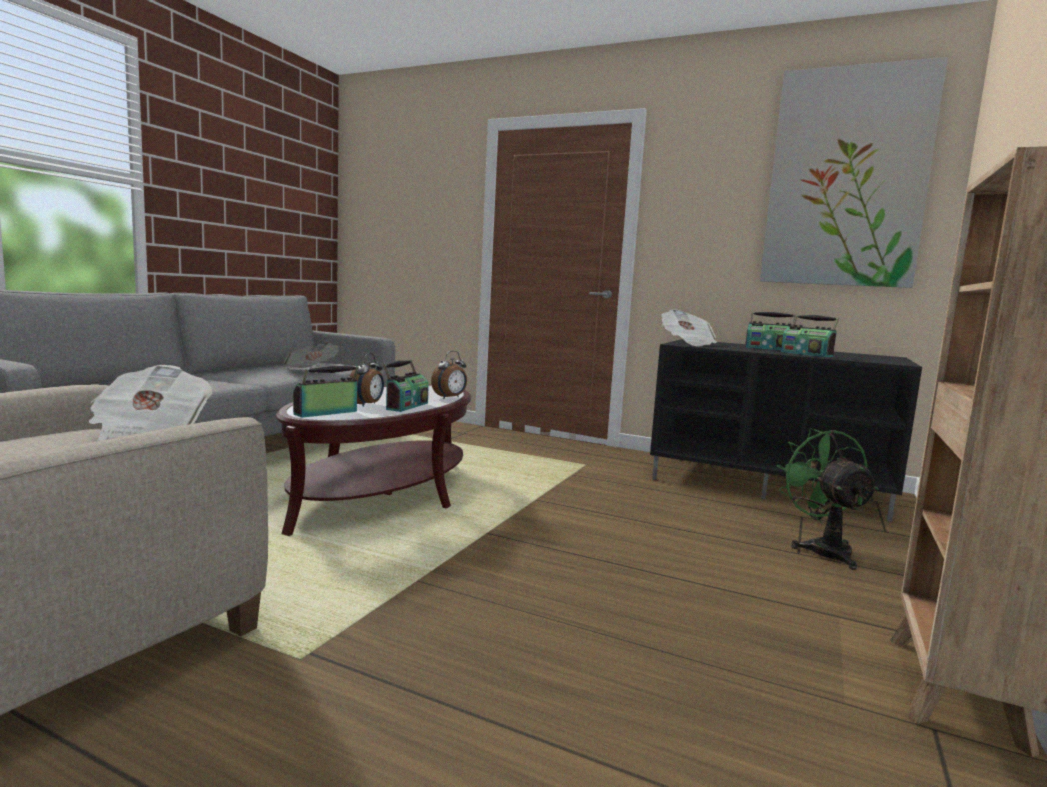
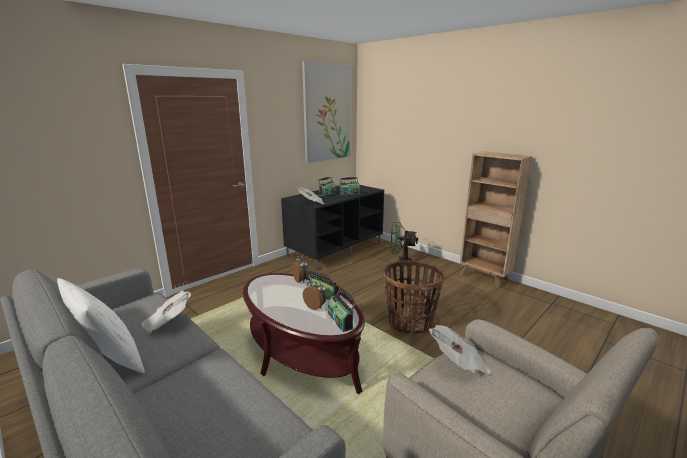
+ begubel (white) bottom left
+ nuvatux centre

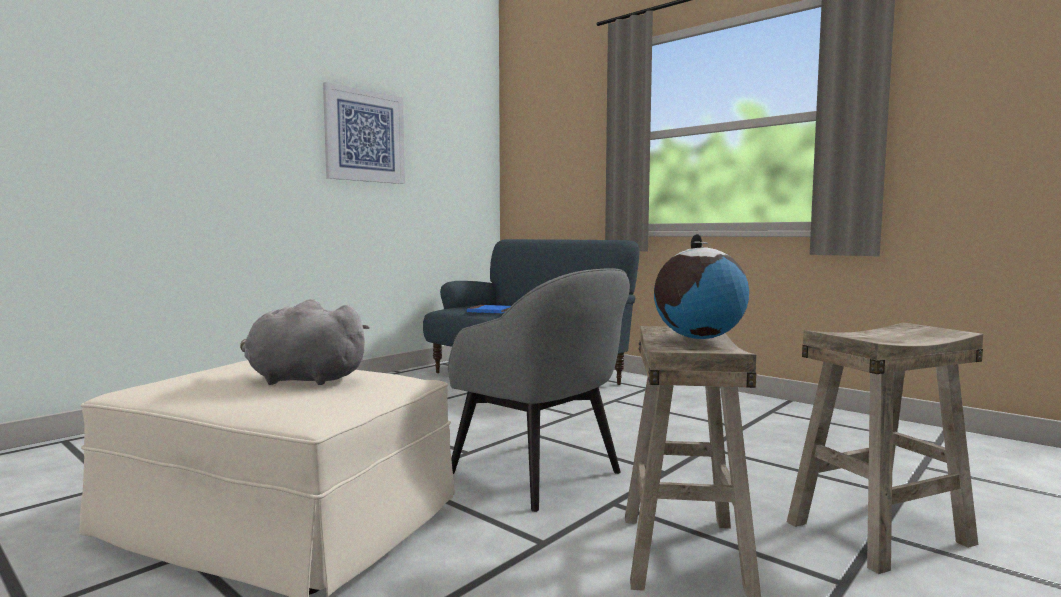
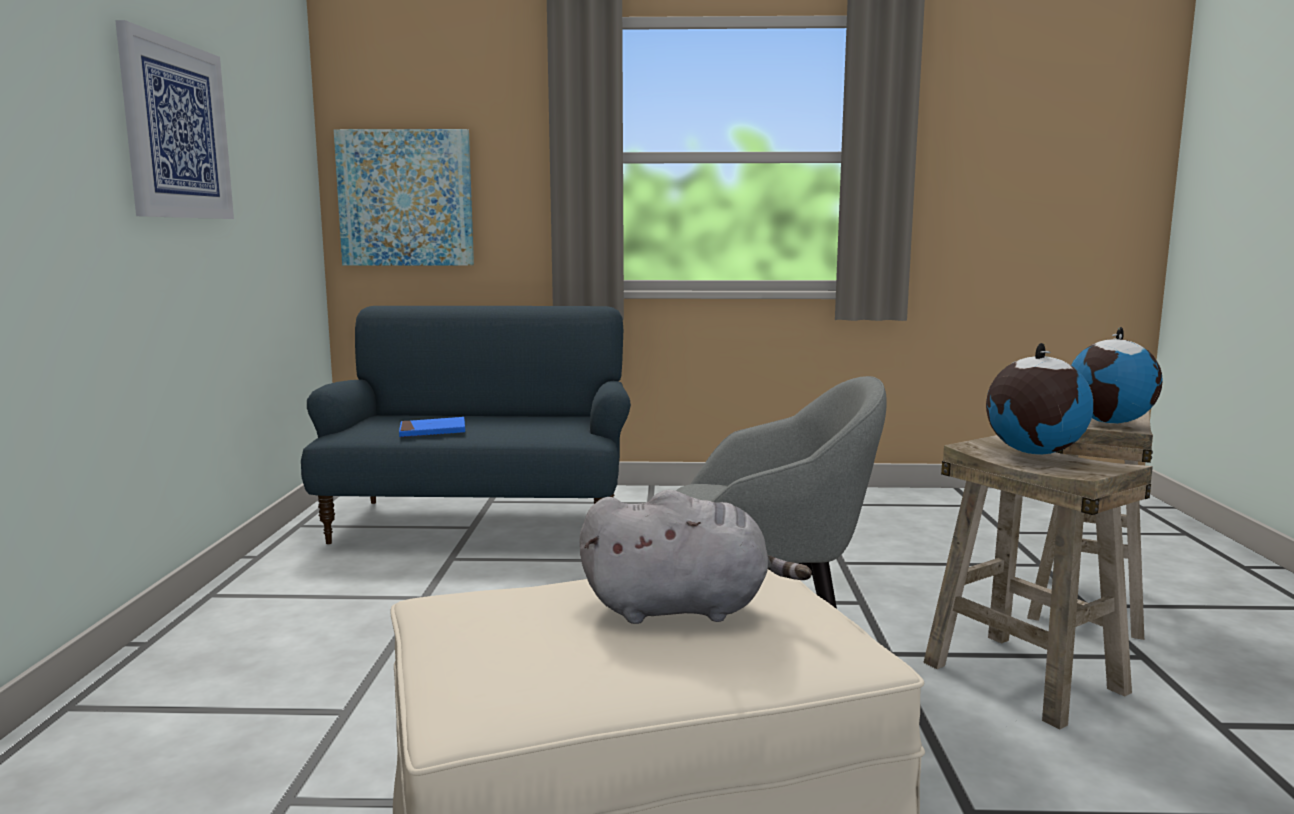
~ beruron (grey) middle left = bottom centre 150 degrees counterclockwise
+ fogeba (2nd from left) top left
+ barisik (2nd from left) middle right

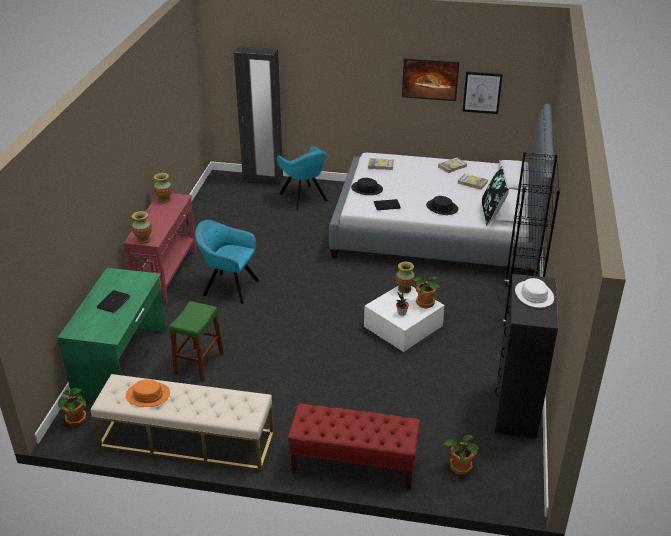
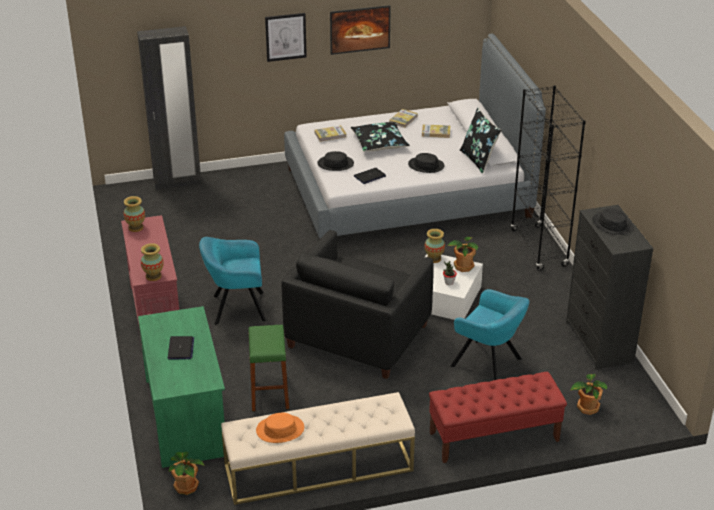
~ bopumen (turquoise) (2nd from left) top centre to middle right
~ fogeba (2nd from left in the first image) top right to fogeba (1st from left) top centre
~ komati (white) middle right to komati (black) (3rd from left) middle right
+ bopumen (black) centre
+ begubel (black) (1st from left) top centre

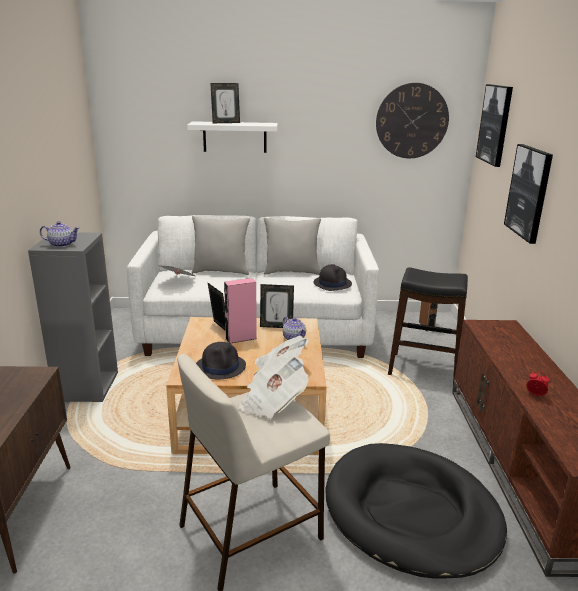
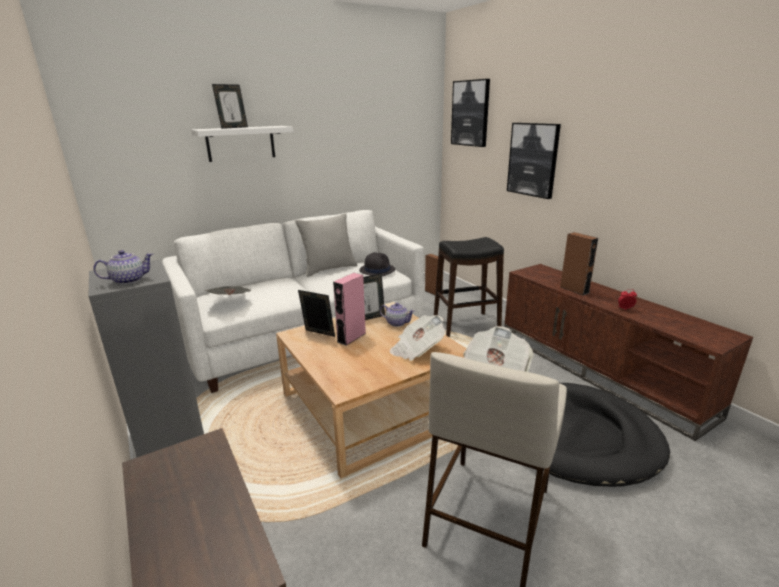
- begubel (grey) (1st from left) centre
- komati (black) (1st from left) centre
- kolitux top right
+ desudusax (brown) (2nd from left) middle right

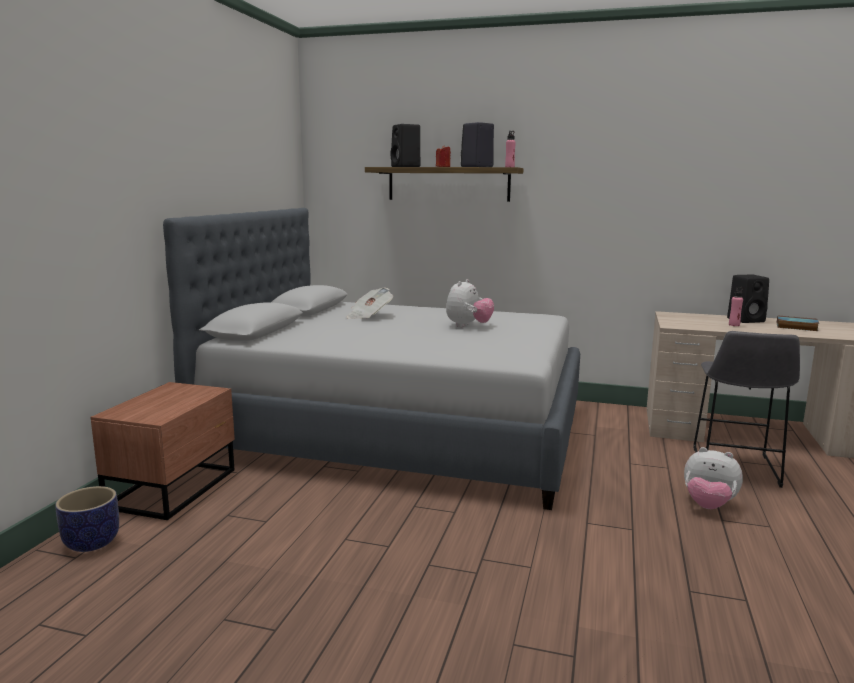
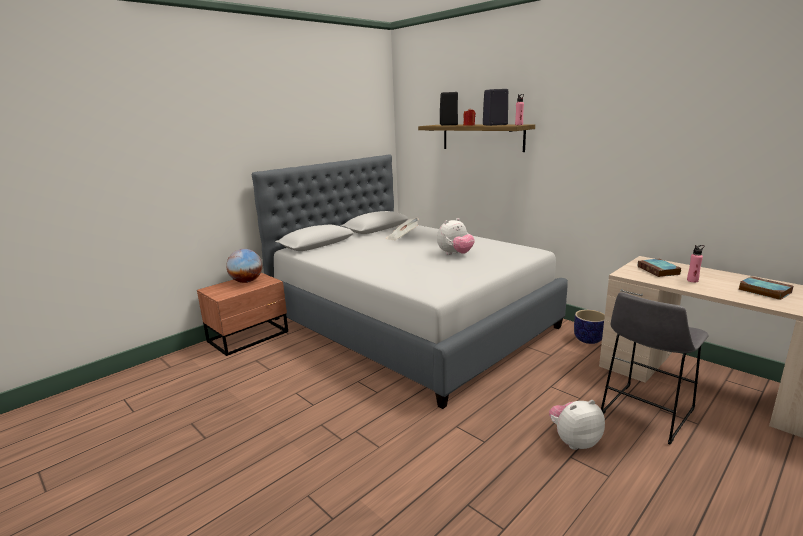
~ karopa bottom left to middle right
~ beruron (2nd from left) bottom right = bottom right 105 degrees clockwise
- desudusax (black) (3rd from left) middle right
+ barisik middle left
+ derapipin (1st from left) middle right

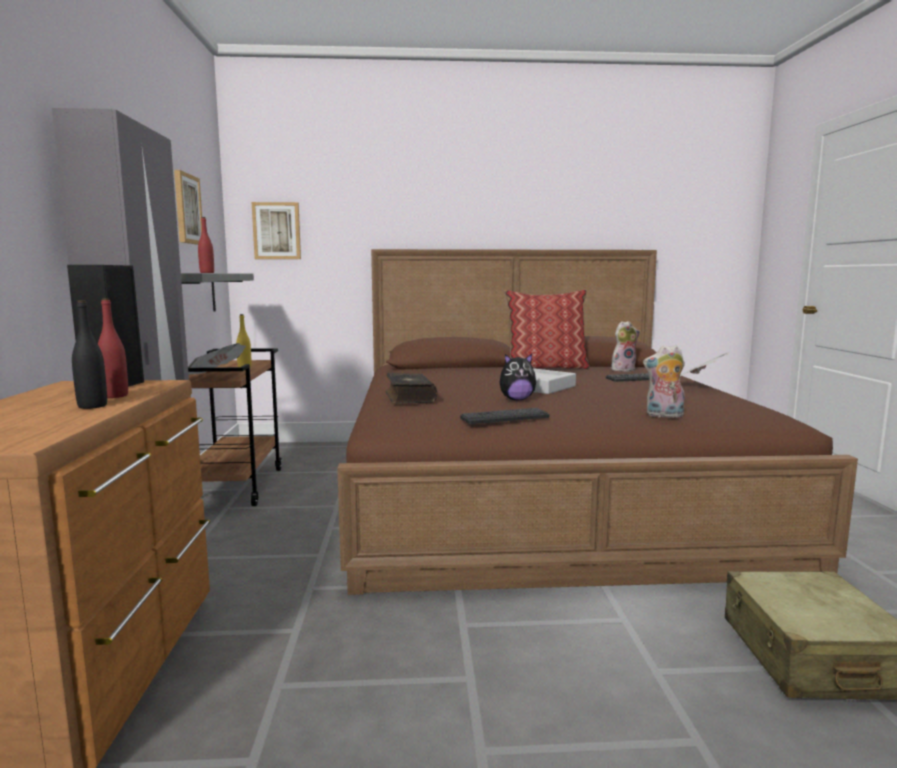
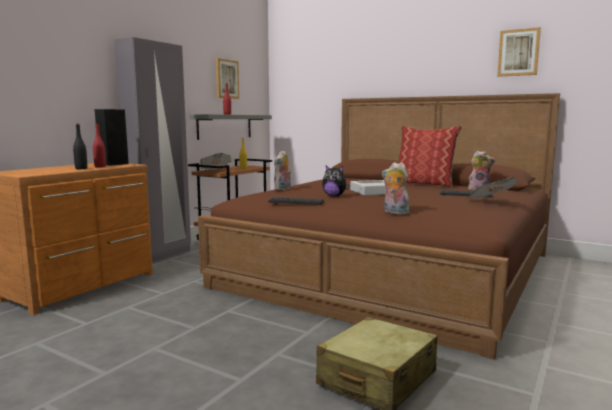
~ fogeba (2nd from left) top left to top right
~ derapipin centre to beruron (1st from left) centre

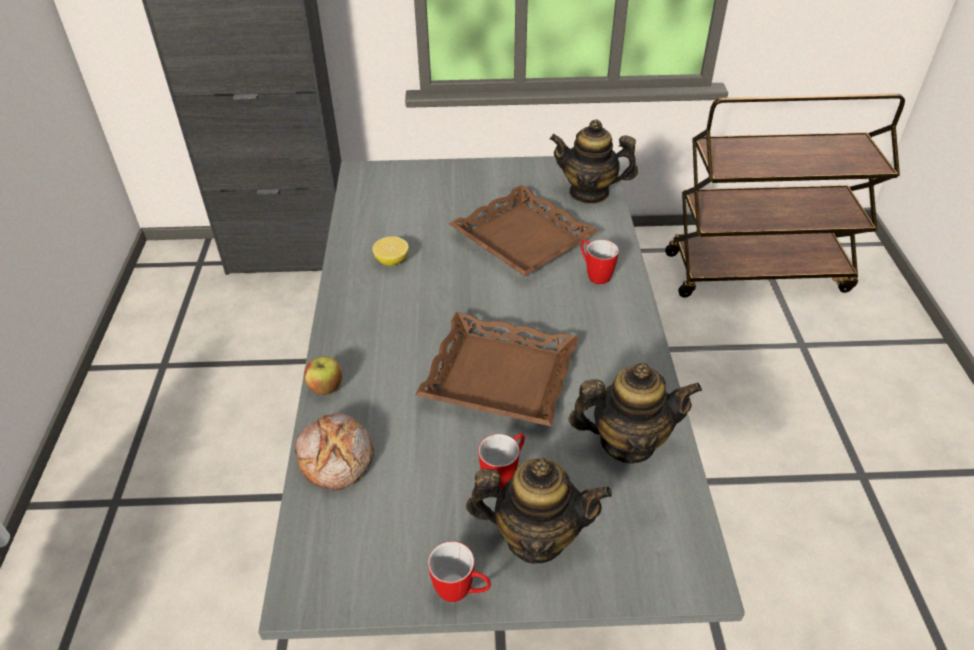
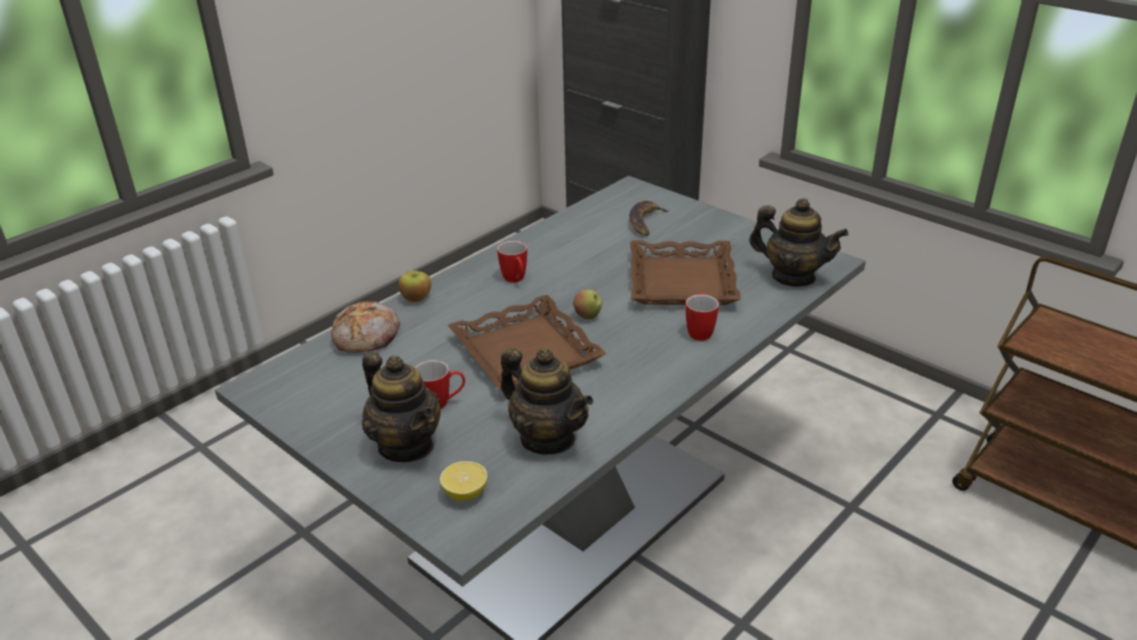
~ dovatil centre to bottom centre
~ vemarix (1st from left in the first image) bottom centre to vemarix (2nd from left) centre
~ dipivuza (2nd from left in the first image) top centre = middle right 150 degrees clockwise
+ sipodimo (2nd from left) centre
+ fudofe centre

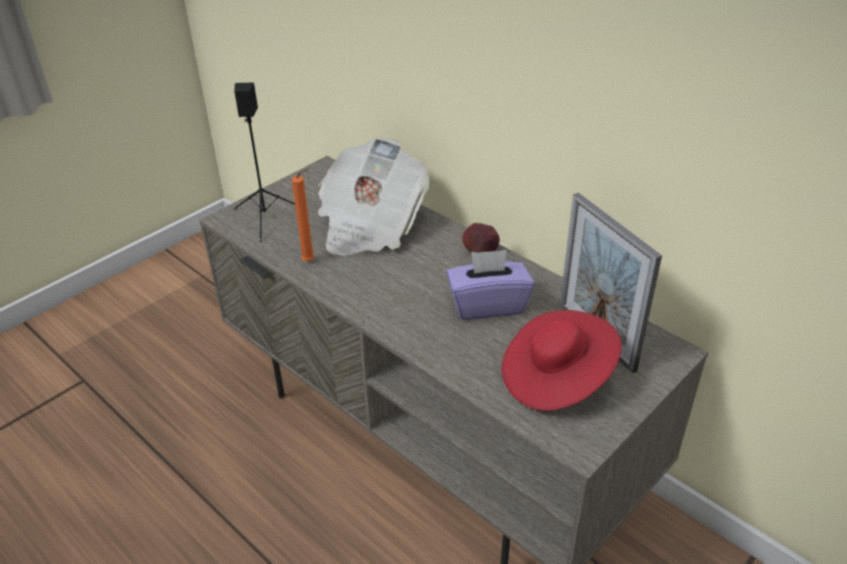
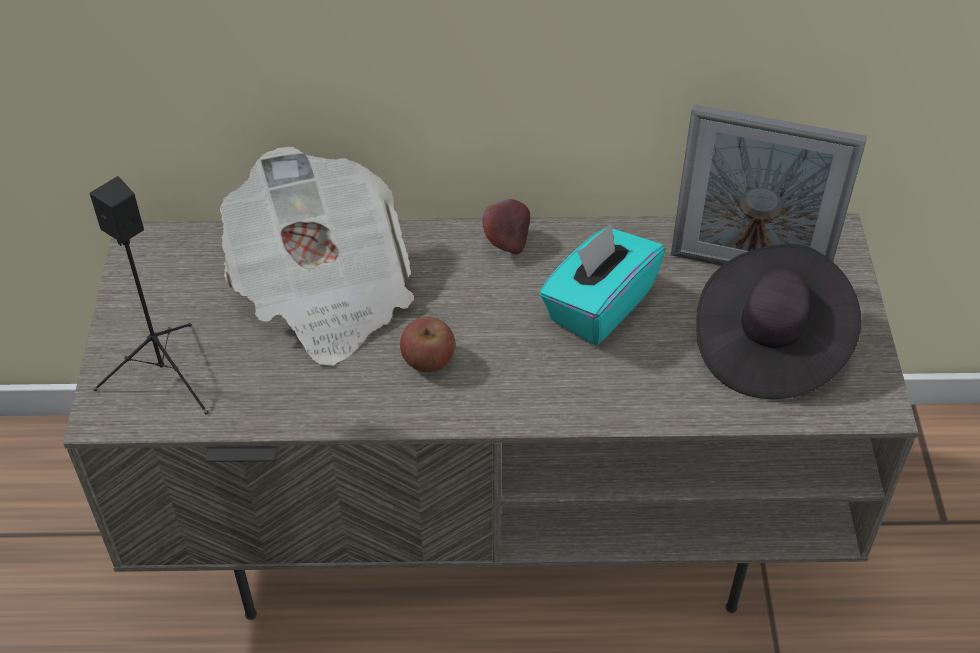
- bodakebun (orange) centre
~ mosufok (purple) centre to mosufok (turquoise) centre
~ komati (red) centre to komati (black) middle right
+ sipodimo (1st from left) centre

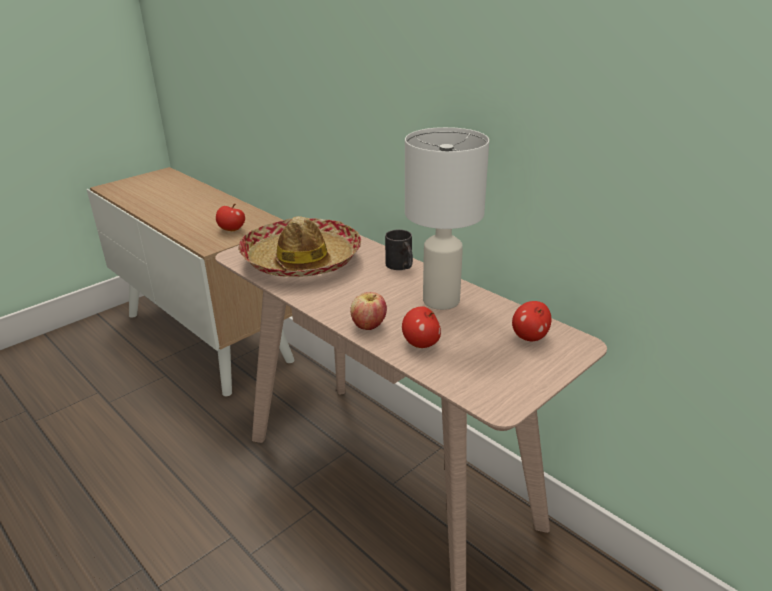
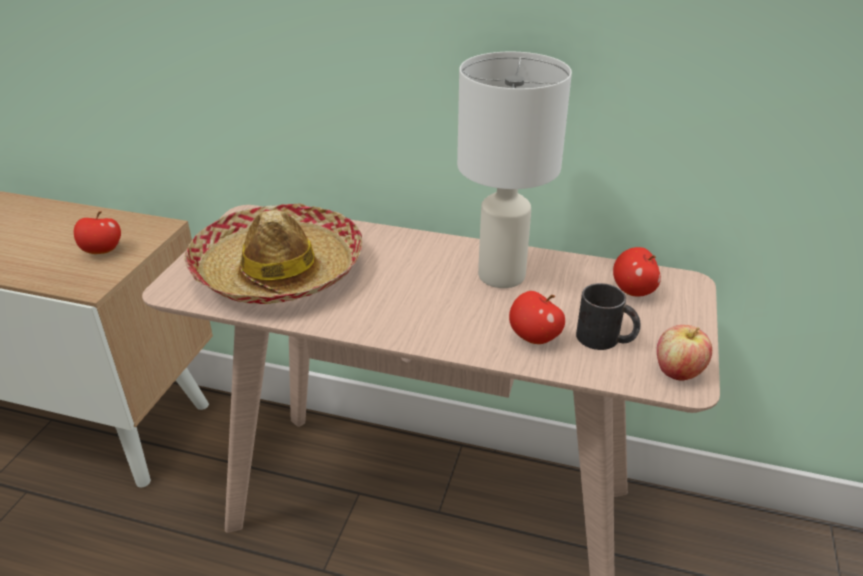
~ sipodimo (2nd from left in the first image) centre to sipodimo (4th from left) middle right
~ vemarix (black) centre to middle right

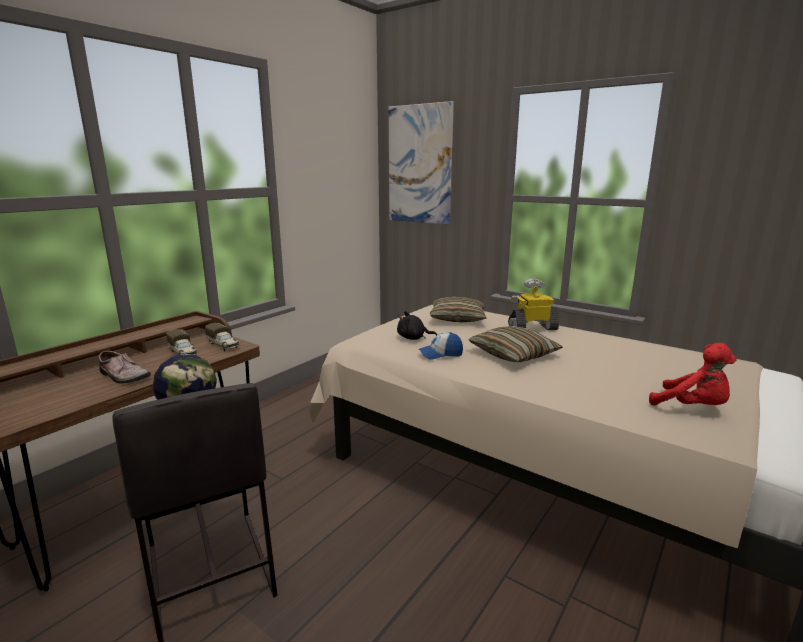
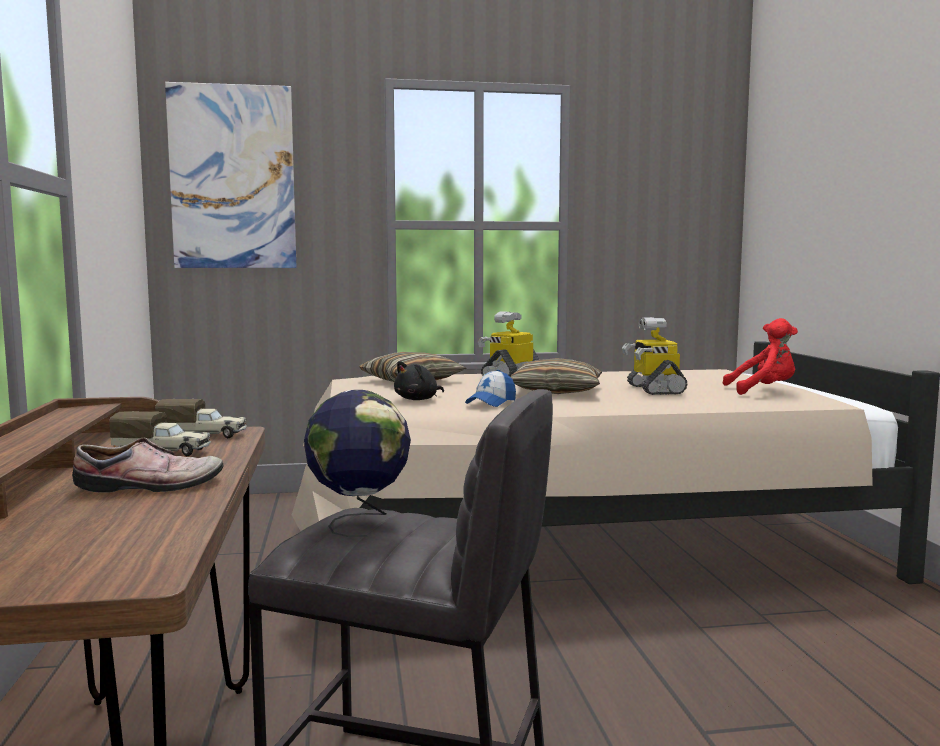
+ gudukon (2nd from left) middle right

